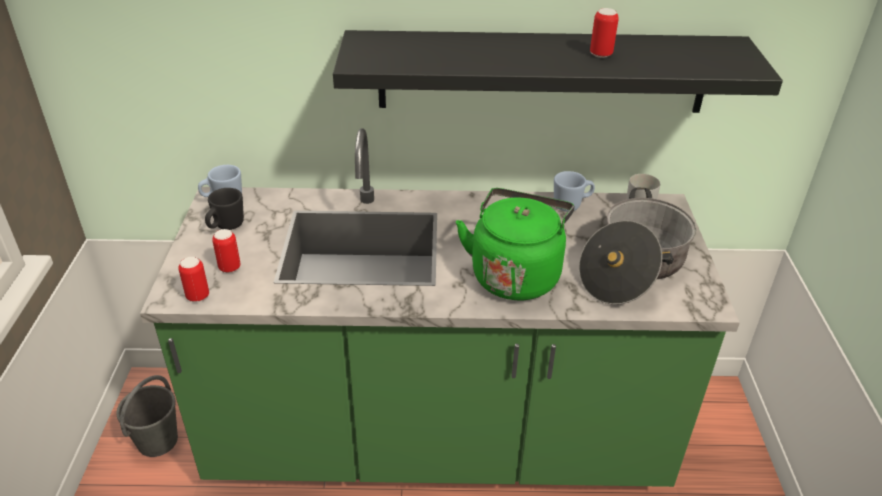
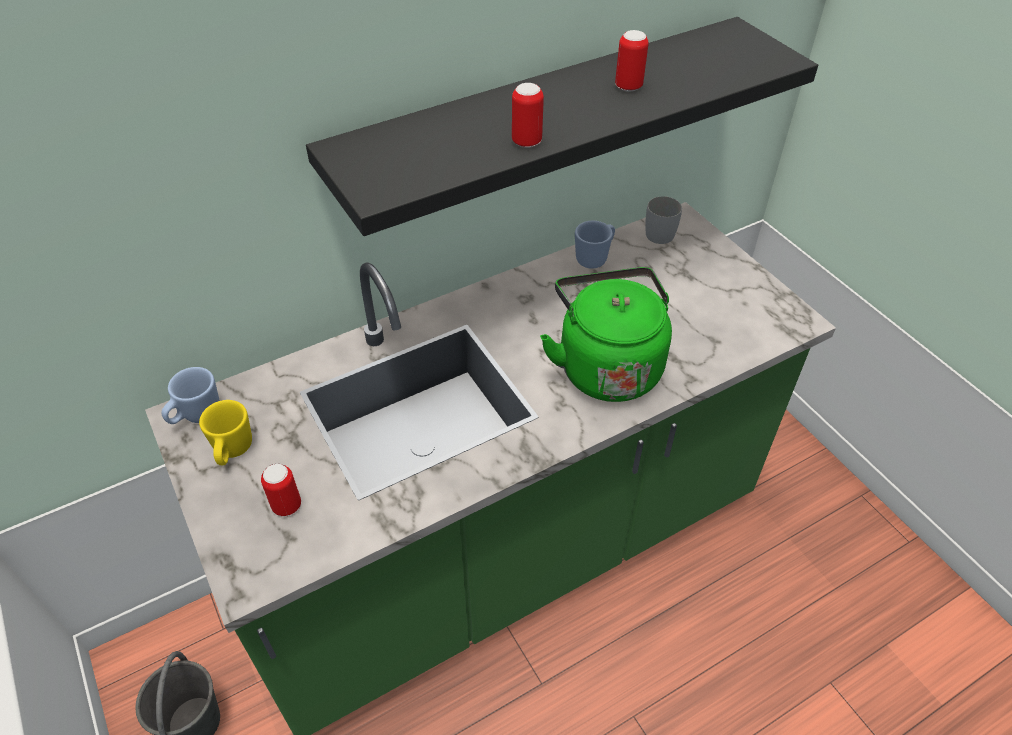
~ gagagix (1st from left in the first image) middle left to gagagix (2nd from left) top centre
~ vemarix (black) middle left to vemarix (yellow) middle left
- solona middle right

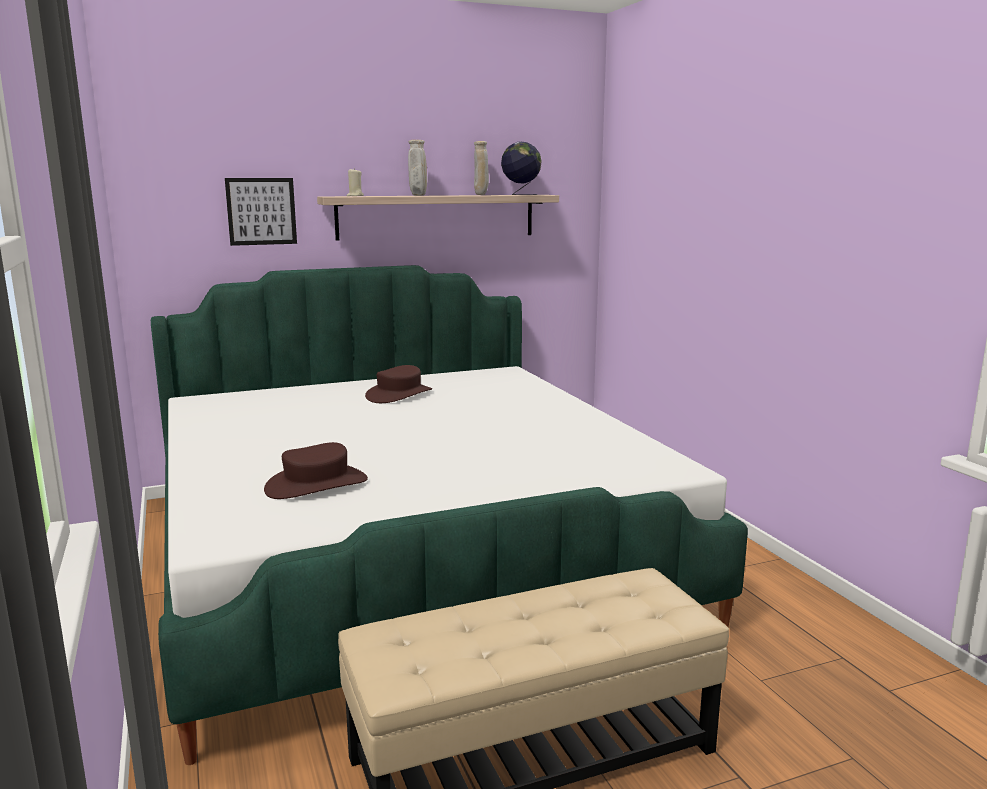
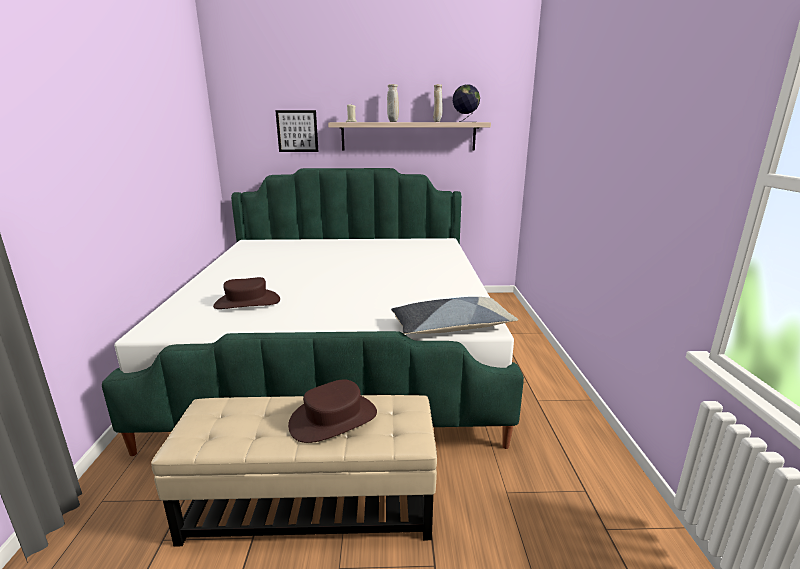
~ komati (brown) (2nd from left) centre to bottom centre
+ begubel centre

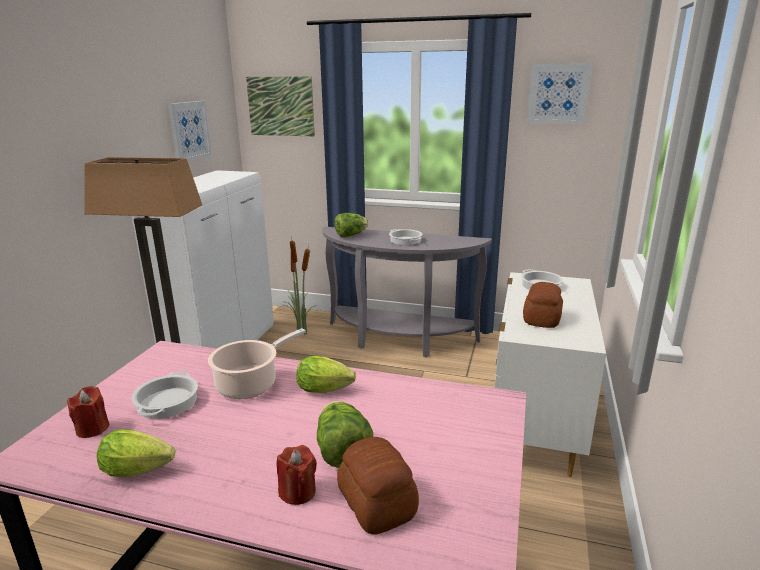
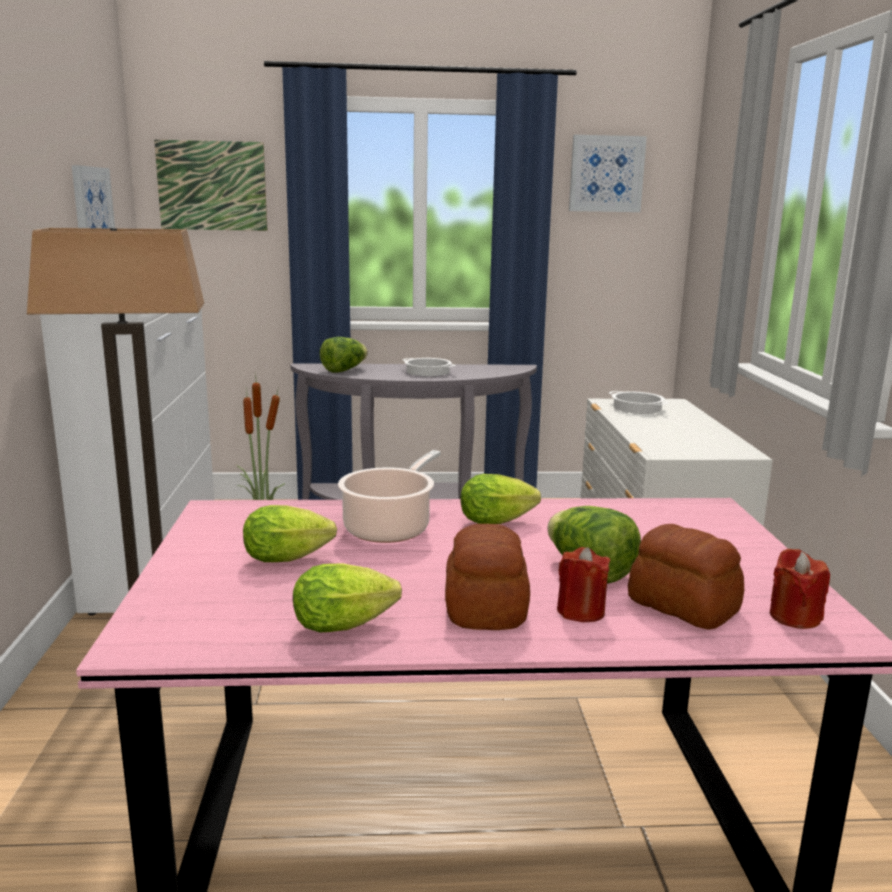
~ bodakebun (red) (1st from left in the first image) bottom left to bodakebun (red) (2nd from left) middle right
~ solona (1st from left) bottom left to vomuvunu (1st from left) middle left
~ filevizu (2nd from left in the first image) middle right to filevizu (1st from left) centre

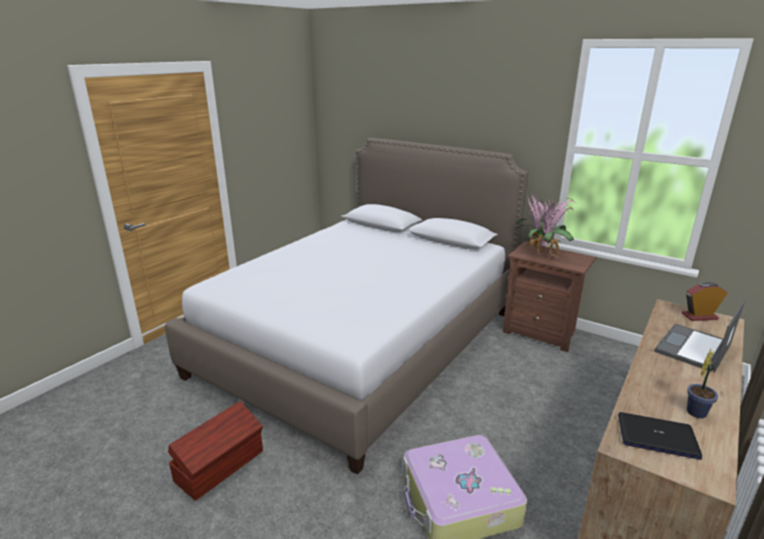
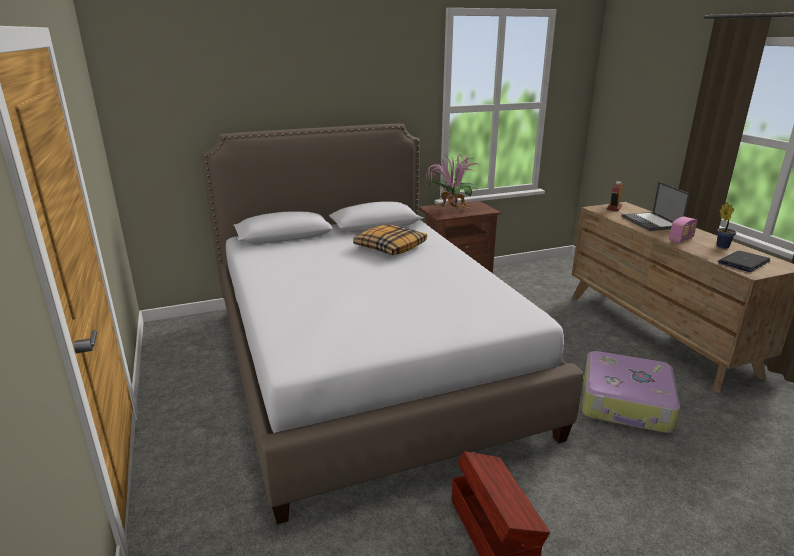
+ begubel centre
+ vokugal middle right

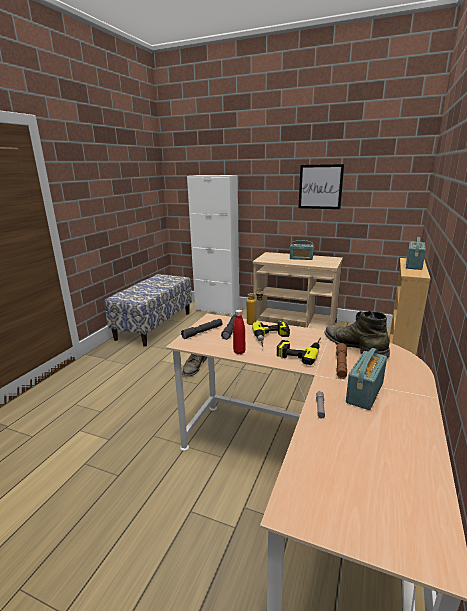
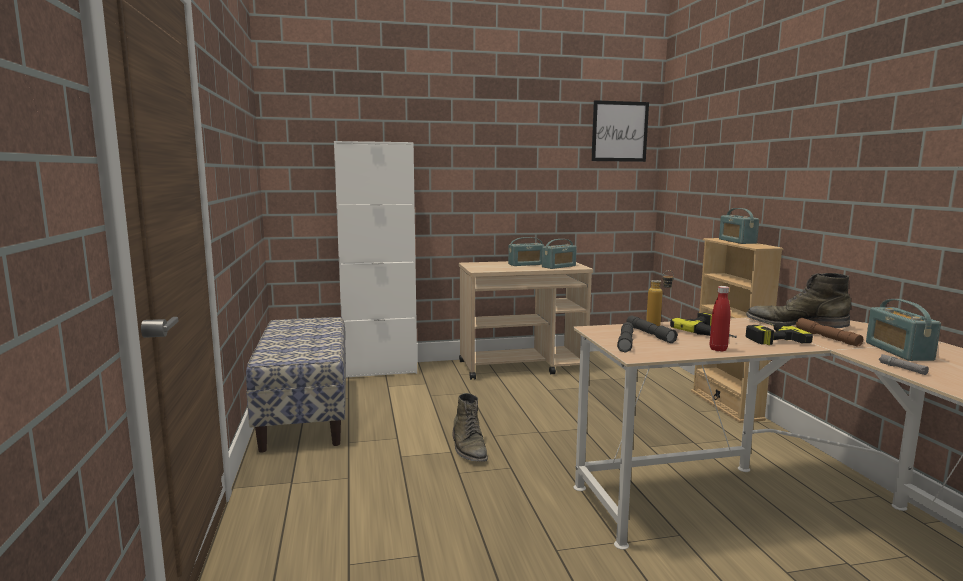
~ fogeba top right to top centre
+ vokugal (2nd from left) centre

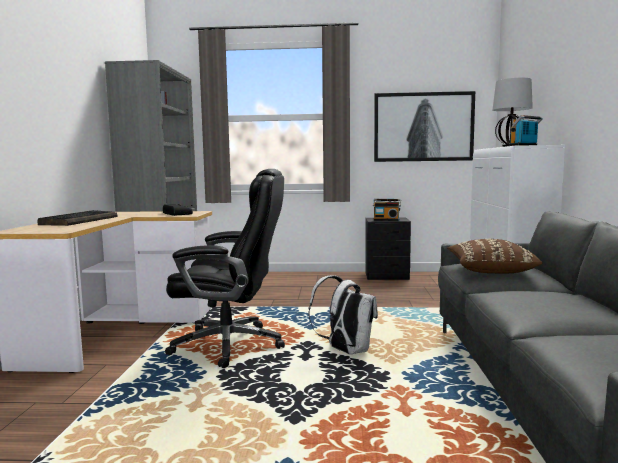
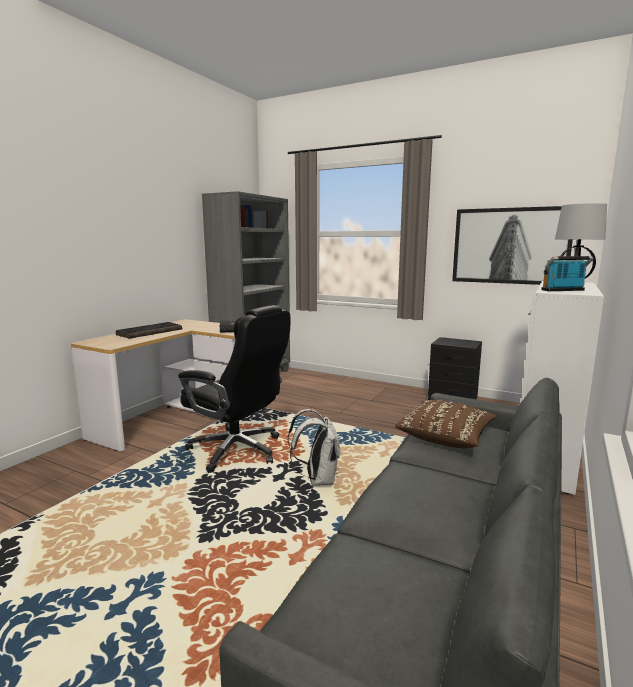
- vokugal (2nd from left) centre

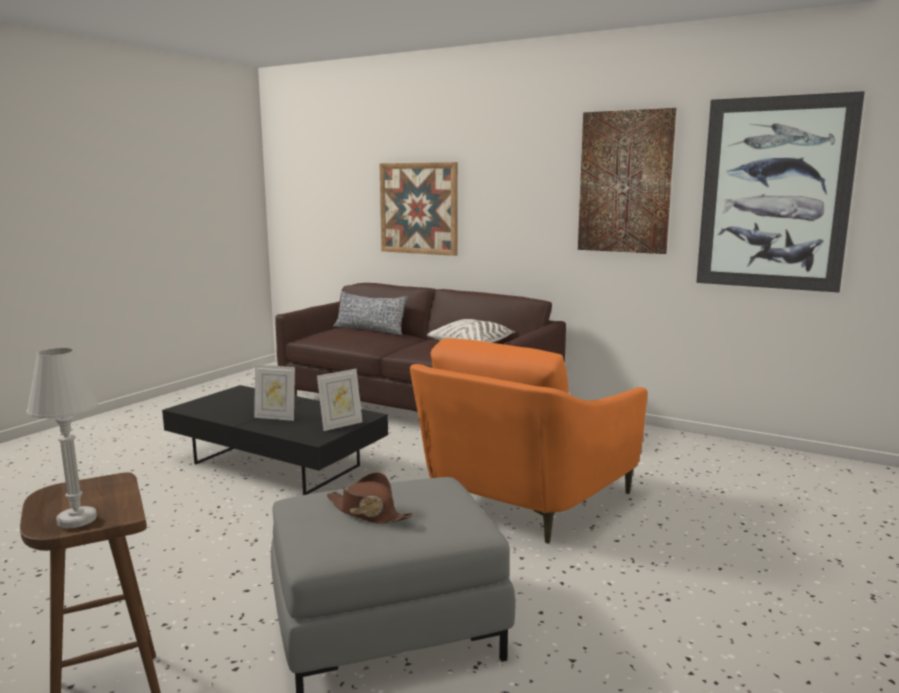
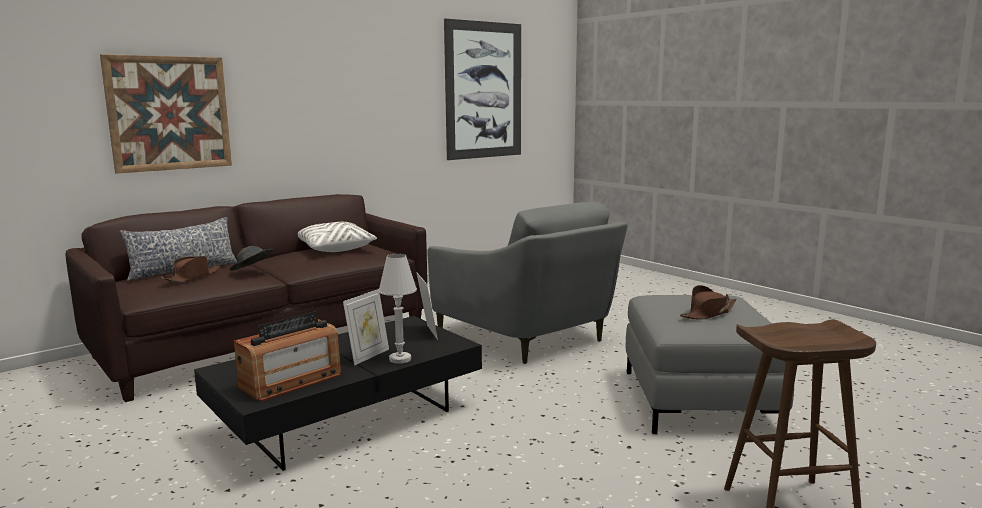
~ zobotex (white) middle left to centre
~ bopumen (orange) centre to bopumen (grey) centre
- fogeba (2nd from left) top right
+ komati (brown) (1st from left) middle left
+ komati (grey) middle left
+ vokugal bottom left

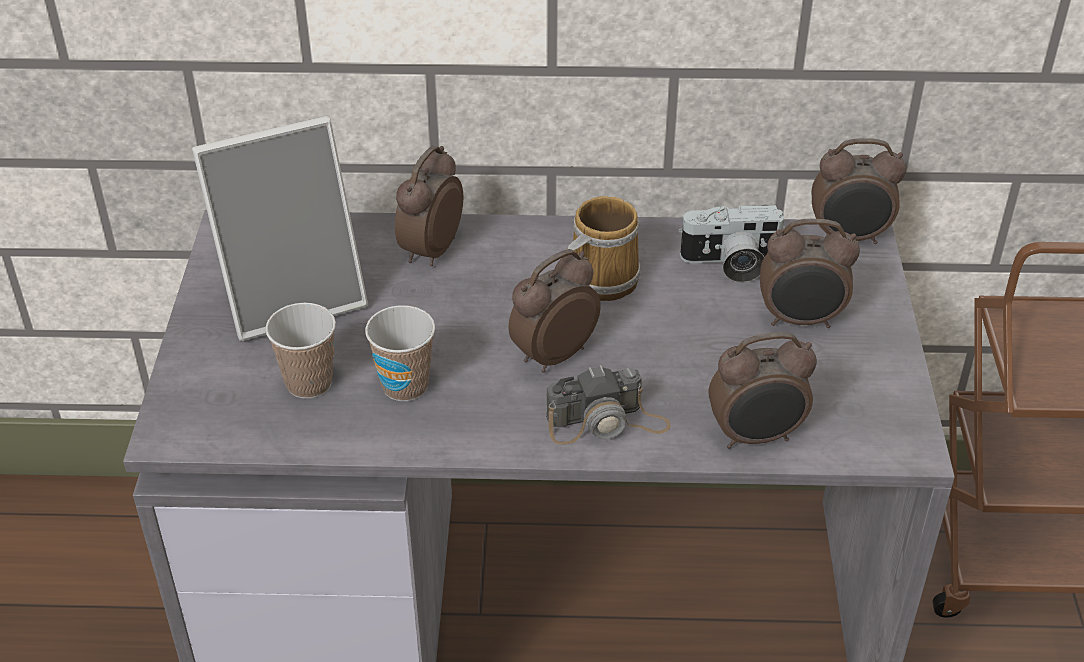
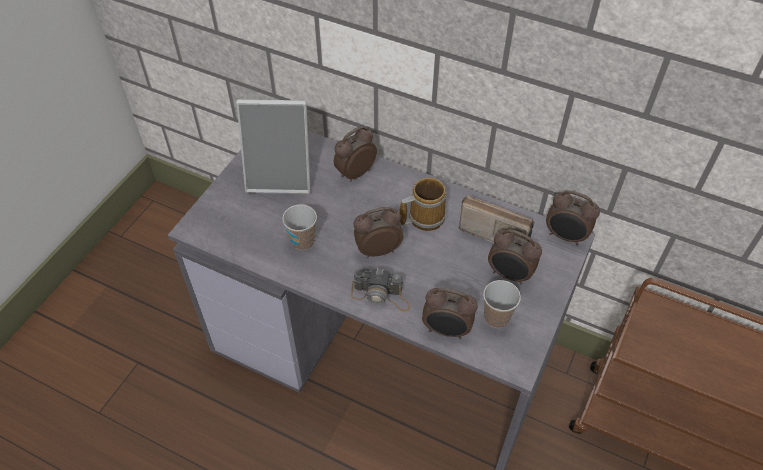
~ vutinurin (1st from left in the first image) middle left to vutinurin (2nd from left) centre
~ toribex (2nd from left) middle right to vokugal centre

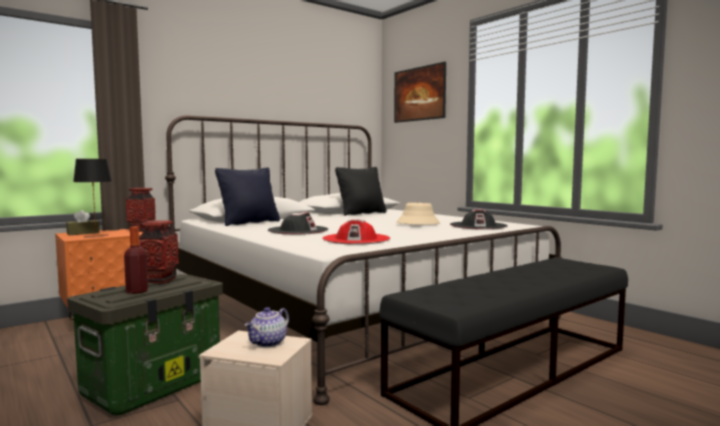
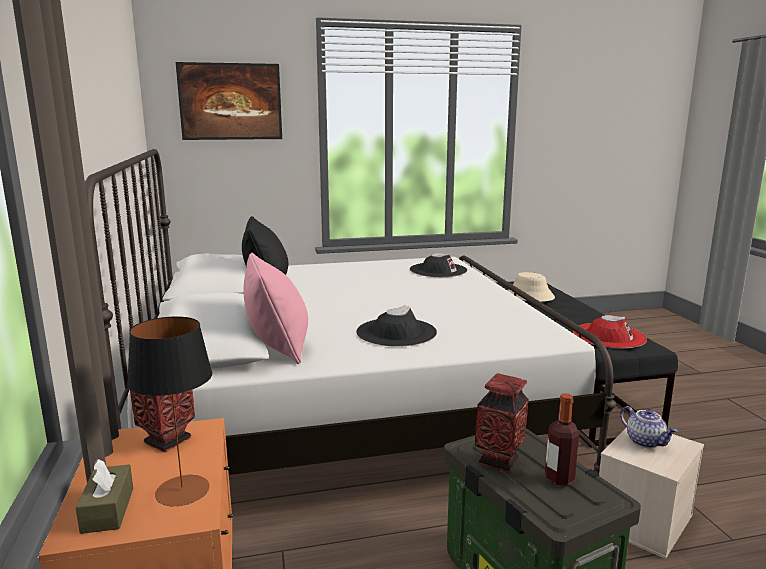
~ begubel (black) (1st from left) centre to begubel (pink) centre
~ komati (red) centre to middle right
~ komati (beige) centre to middle right

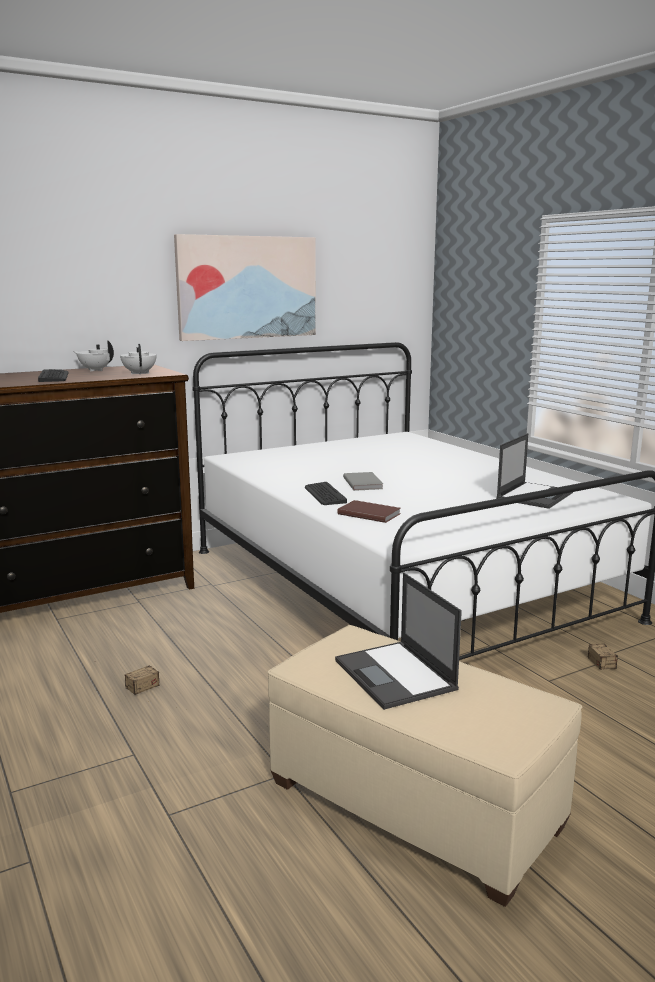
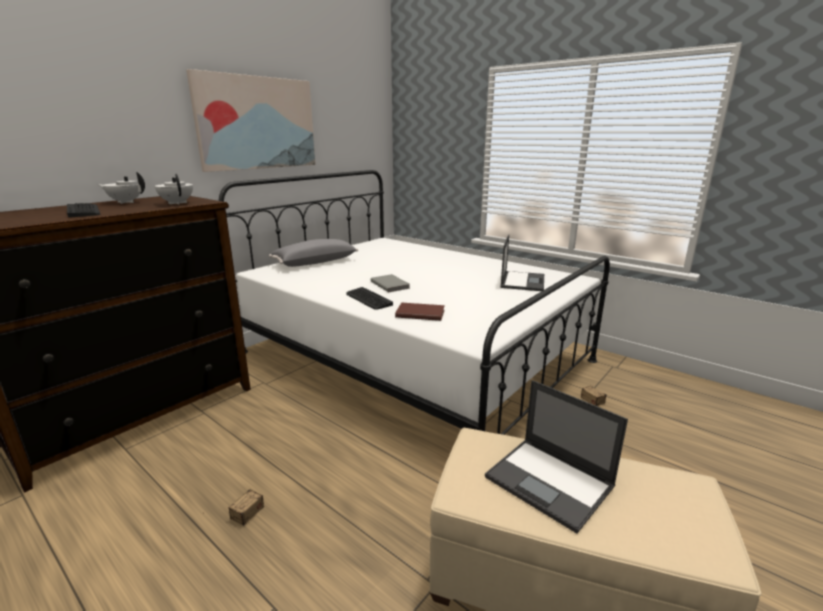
+ begubel (grey) centre

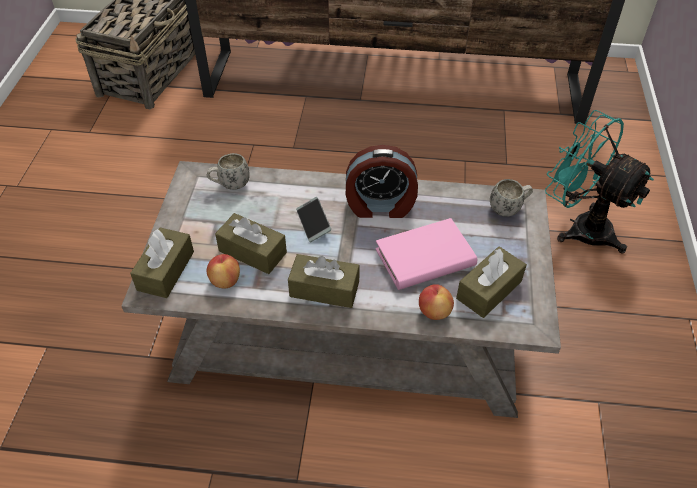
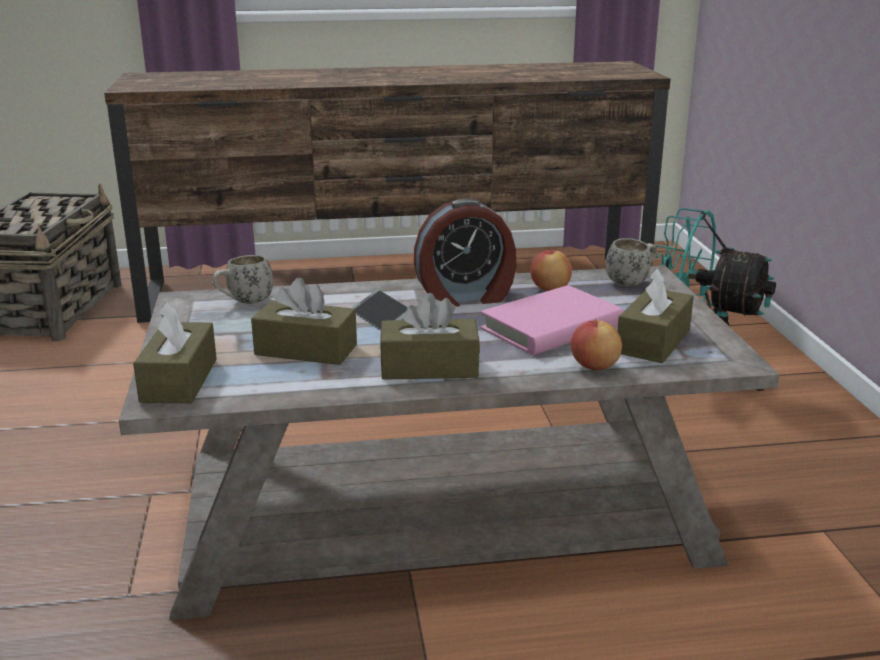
~ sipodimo (1st from left) middle left to centre

